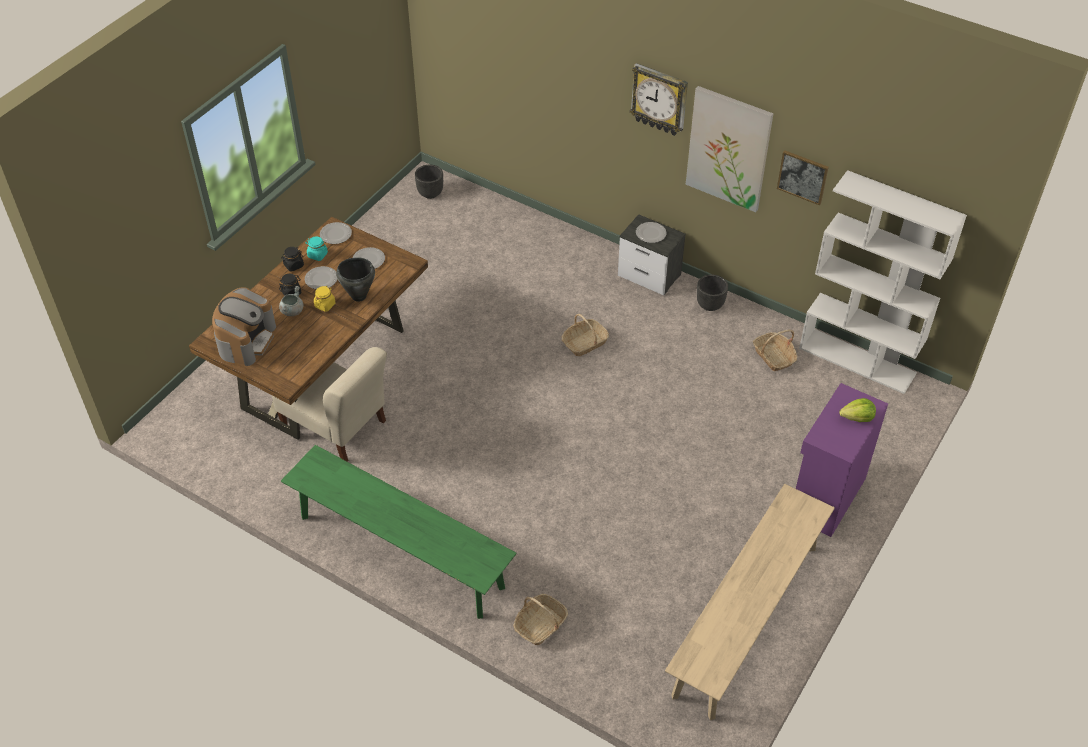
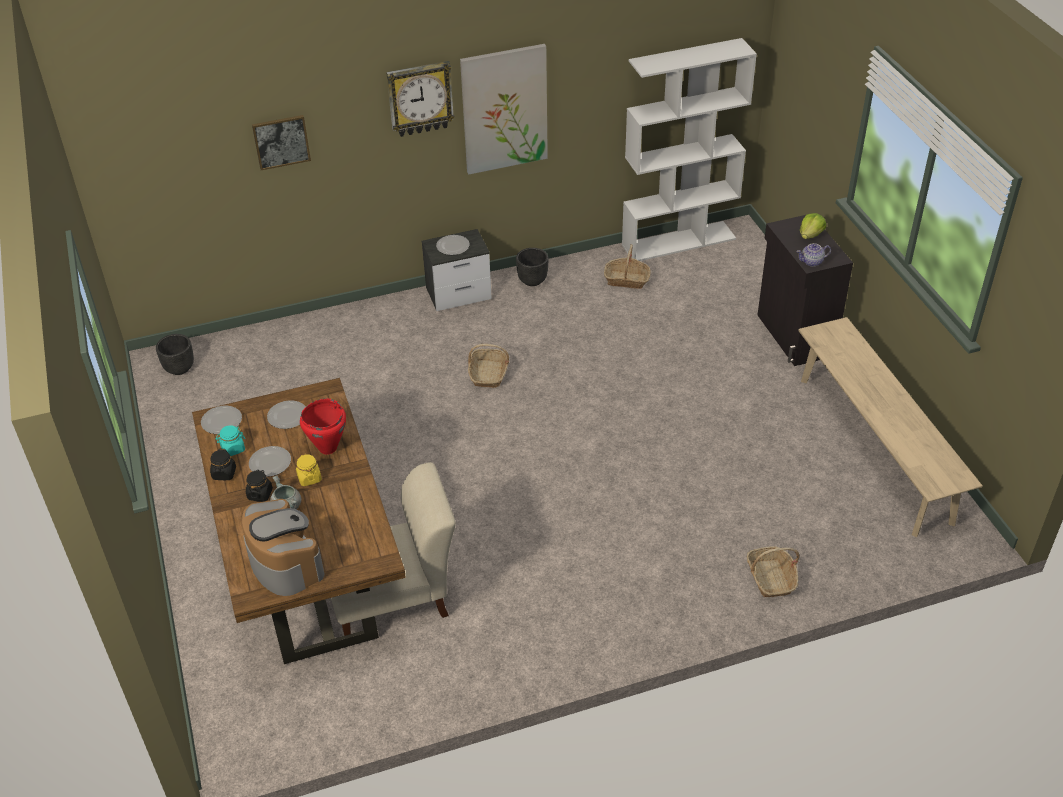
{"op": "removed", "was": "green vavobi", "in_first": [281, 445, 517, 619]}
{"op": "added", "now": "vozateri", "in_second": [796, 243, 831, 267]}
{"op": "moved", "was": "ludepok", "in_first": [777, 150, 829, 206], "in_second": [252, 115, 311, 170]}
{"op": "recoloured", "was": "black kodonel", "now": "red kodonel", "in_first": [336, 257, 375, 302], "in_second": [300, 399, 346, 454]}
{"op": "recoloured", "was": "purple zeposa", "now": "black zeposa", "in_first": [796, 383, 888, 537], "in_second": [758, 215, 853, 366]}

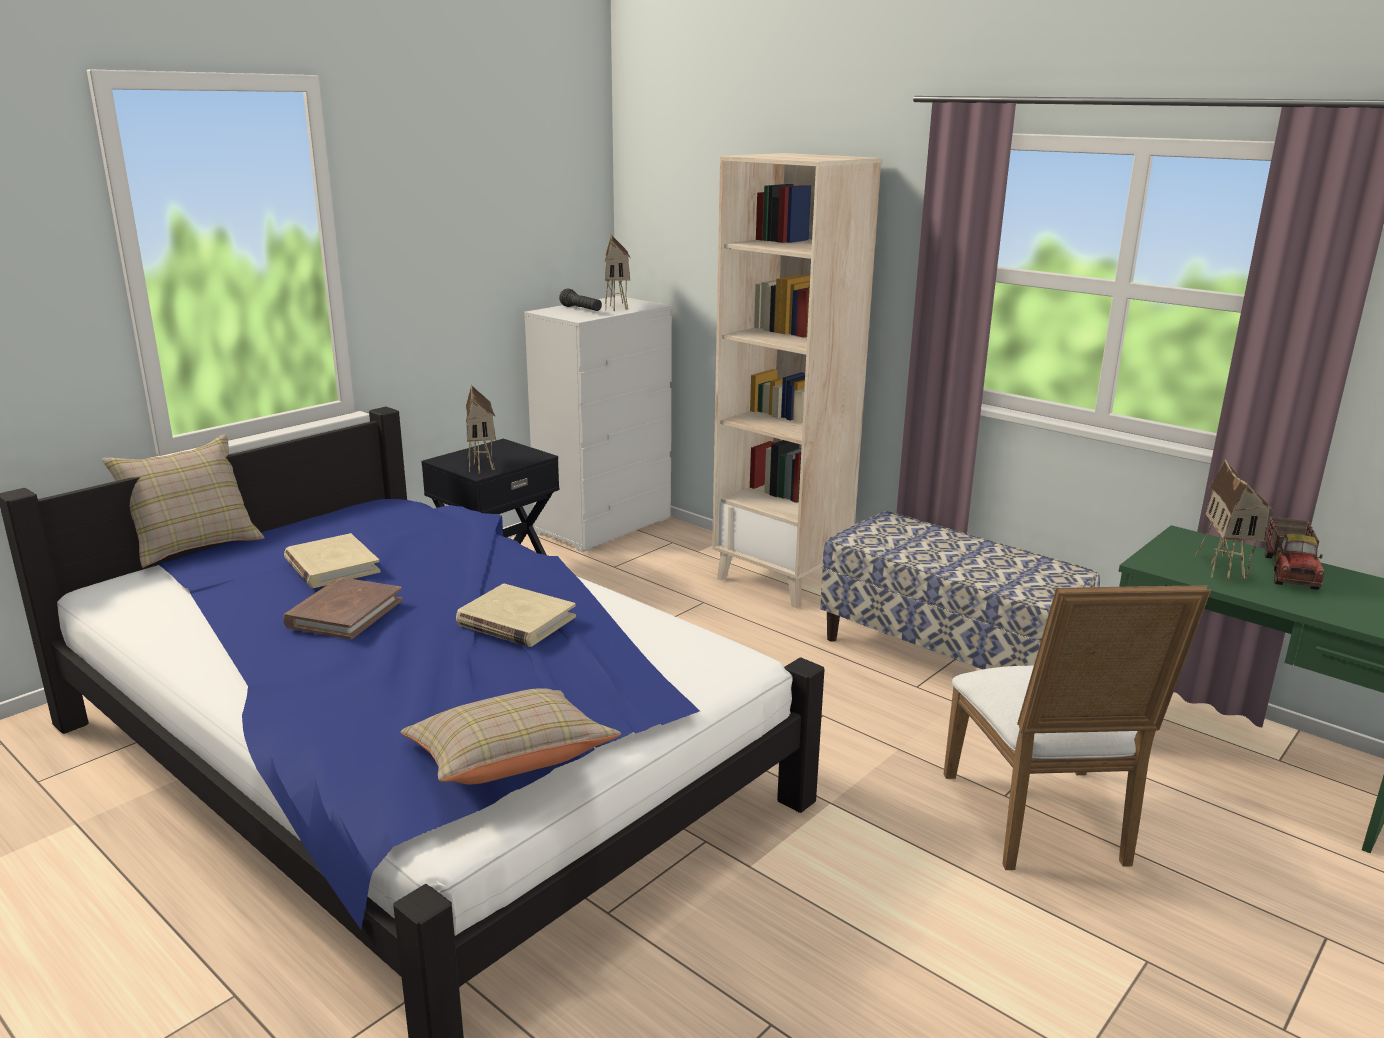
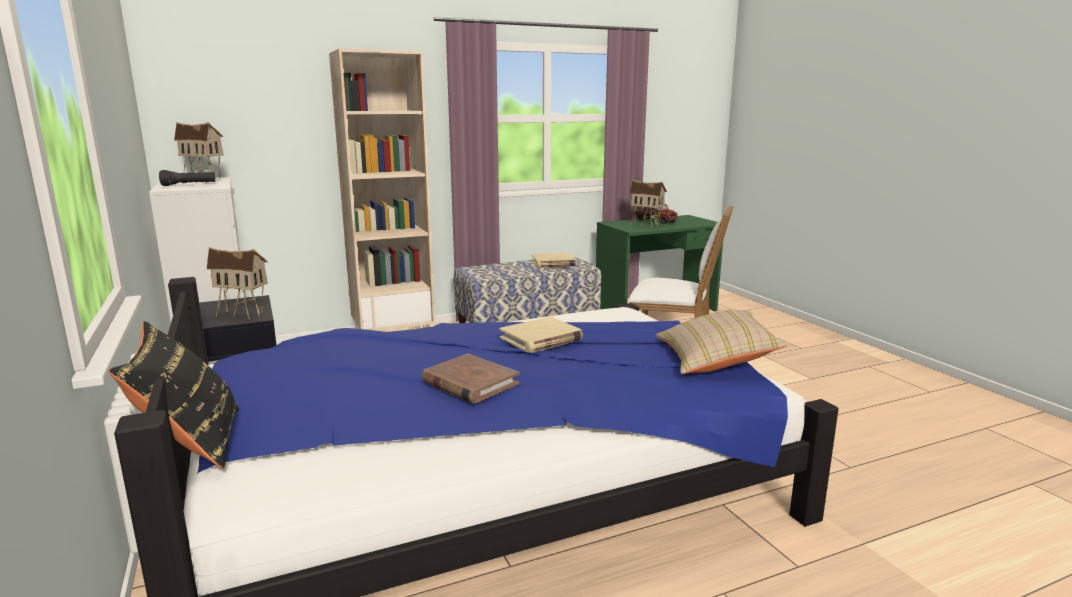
{"op": "moved", "was": "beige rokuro", "in_first": [284, 533, 380, 588], "in_second": [531, 253, 577, 268]}
{"op": "recoloured", "was": "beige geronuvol", "now": "black geronuvol", "in_first": [102, 434, 264, 568], "in_second": [108, 321, 239, 468]}

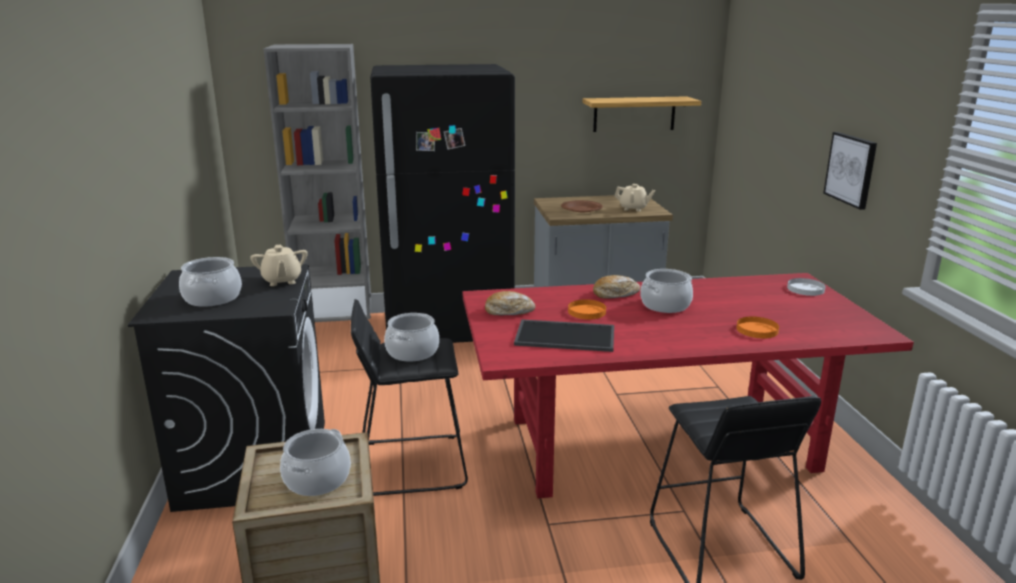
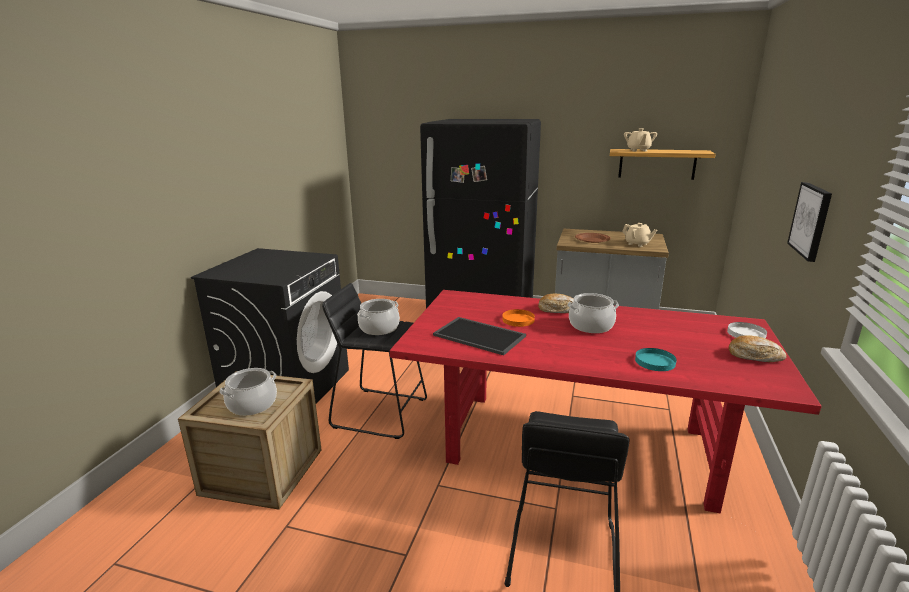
{"op": "removed", "was": "kodonel", "in_first": [179, 257, 242, 307]}
{"op": "removed", "was": "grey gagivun", "in_first": [264, 44, 371, 322]}
{"op": "moved", "was": "beige vozateri", "in_first": [250, 245, 308, 286], "in_second": [624, 128, 657, 151]}
{"op": "moved", "was": "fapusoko", "in_first": [485, 291, 536, 315], "in_second": [729, 335, 787, 362]}
{"op": "recoloured", "was": "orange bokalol", "now": "turquoise bokalol", "in_first": [736, 316, 779, 339], "in_second": [635, 348, 677, 371]}

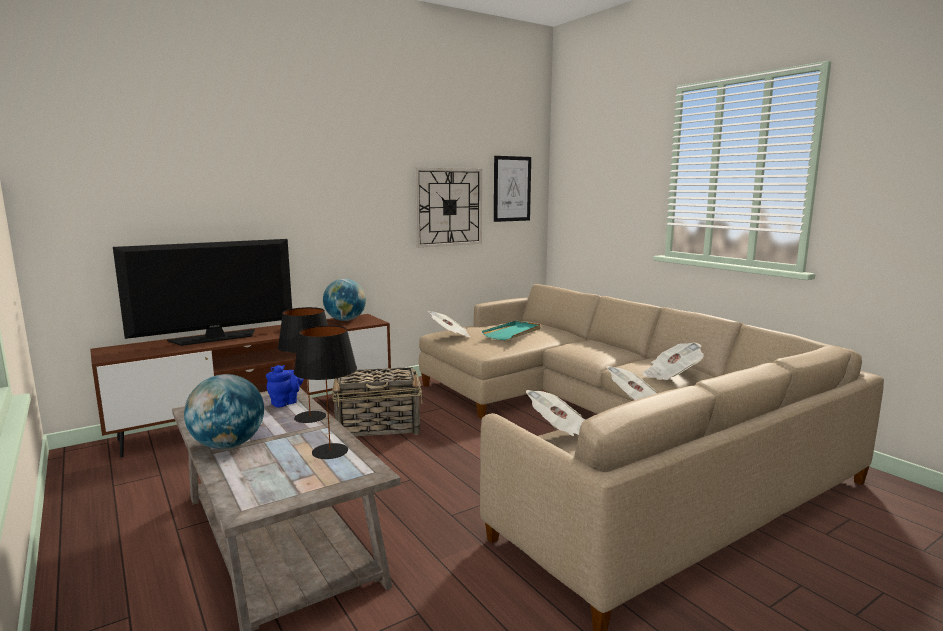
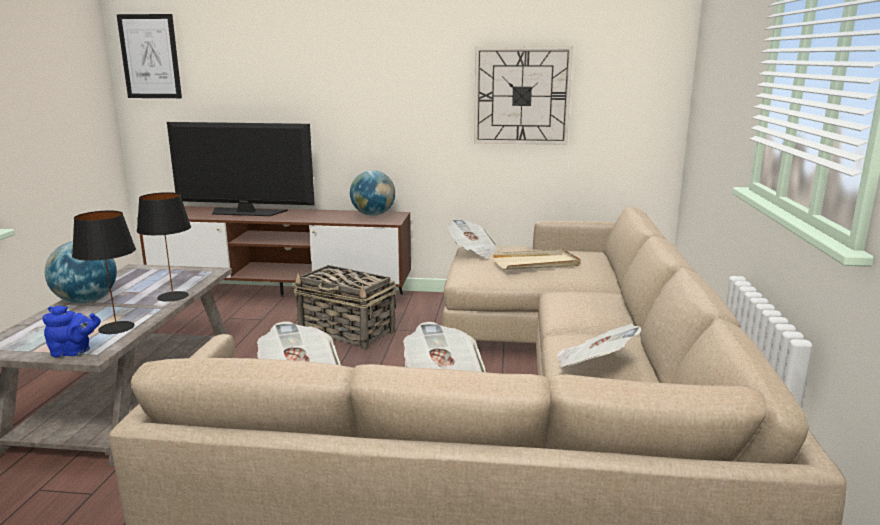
{"op": "moved", "was": "blue vozateri", "in_first": [266, 365, 303, 408], "in_second": [43, 305, 101, 357]}
{"op": "moved", "was": "ludepok", "in_first": [494, 156, 531, 222], "in_second": [116, 14, 182, 98]}
{"op": "recoloured", "was": "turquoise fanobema", "now": "beige fanobema", "in_first": [482, 321, 541, 340], "in_second": [492, 249, 581, 270]}

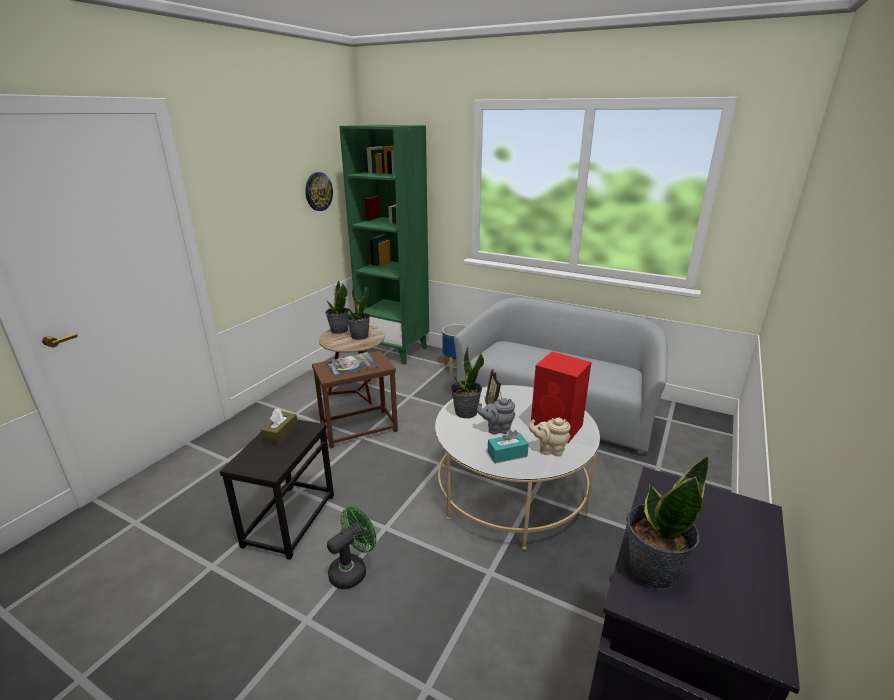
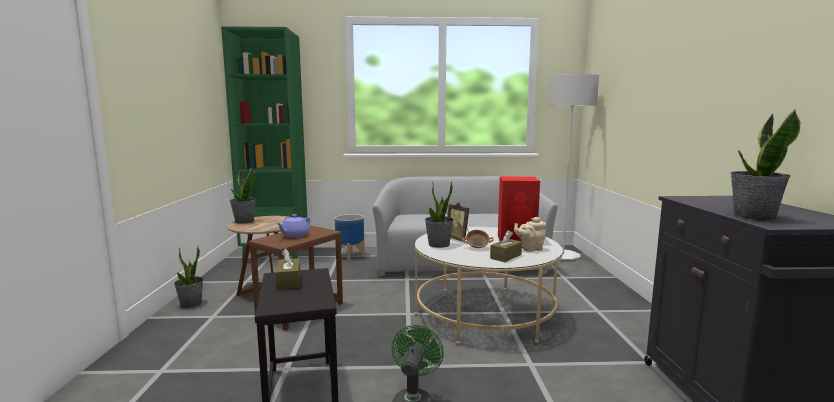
{"op": "removed", "was": "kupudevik", "in_first": [305, 172, 333, 211]}
{"op": "added", "now": "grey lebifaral", "in_second": [548, 74, 599, 260]}
{"op": "moved", "was": "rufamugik", "in_first": [346, 285, 370, 340], "in_second": [174, 246, 203, 308]}
{"op": "replaced", "was": "rokuro", "now": "purple vozateri", "in_first": [326, 352, 378, 377], "in_second": [276, 214, 311, 237]}
{"op": "replaced", "was": "grey vozateri", "now": "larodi", "in_first": [477, 398, 515, 434], "in_second": [462, 230, 493, 248]}
{"op": "recoloured", "was": "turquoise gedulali", "now": "brown gedulali", "in_first": [487, 429, 529, 463], "in_second": [490, 230, 522, 262]}

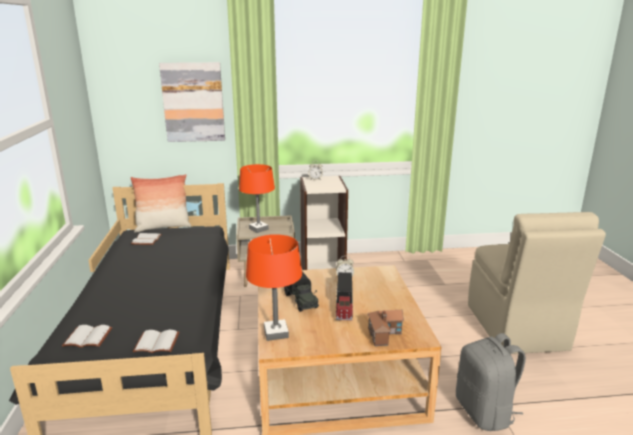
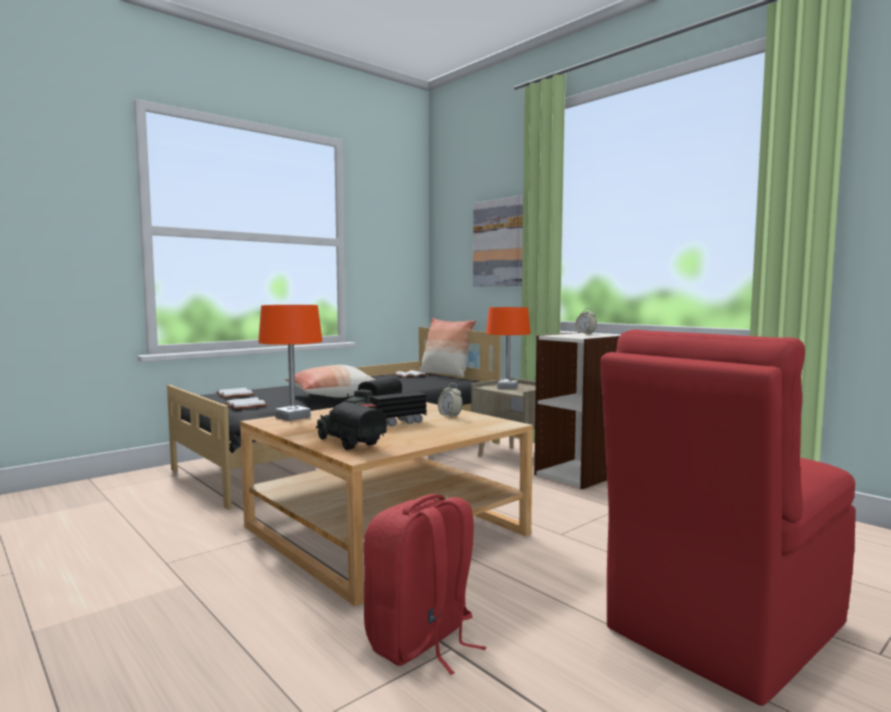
{"op": "added", "now": "geronuvol", "in_second": [285, 365, 375, 398]}
{"op": "replaced", "was": "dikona", "now": "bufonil", "in_first": [368, 310, 404, 346], "in_second": [316, 402, 387, 450]}
{"op": "recoloured", "was": "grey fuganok", "now": "red fuganok", "in_first": [456, 333, 526, 431], "in_second": [364, 494, 486, 675]}
{"op": "recoloured", "was": "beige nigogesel", "now": "red nigogesel", "in_first": [468, 212, 606, 354], "in_second": [600, 329, 856, 706]}

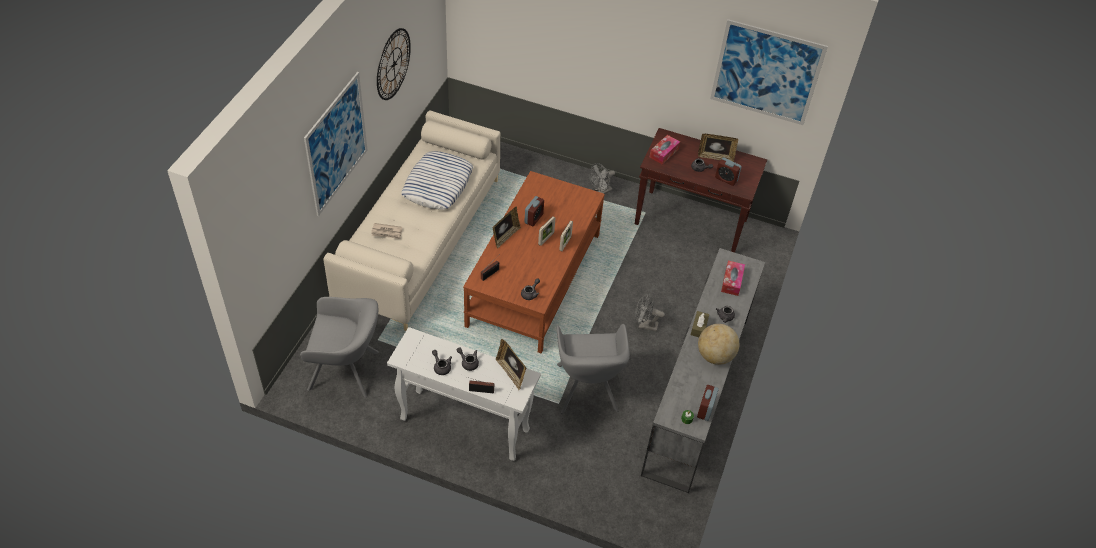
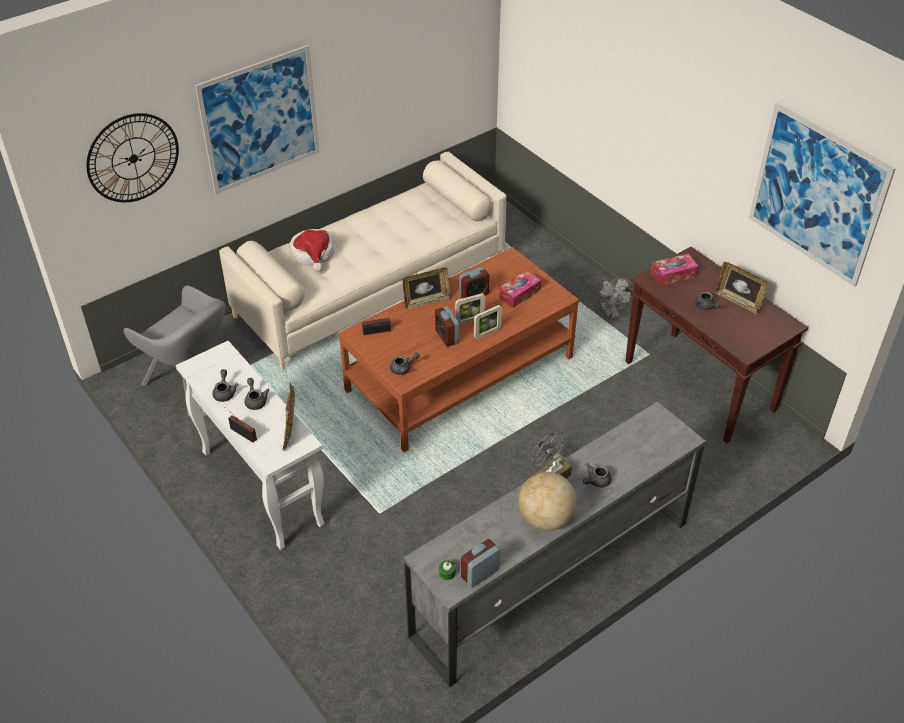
{"op": "removed", "was": "geronuvol", "in_first": [401, 151, 473, 210]}
{"op": "removed", "was": "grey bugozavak", "in_first": [557, 324, 630, 414]}
{"op": "moved", "was": "kupudevik", "in_first": [377, 28, 411, 100], "in_second": [86, 113, 179, 202]}
{"op": "moved", "was": "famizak", "in_first": [715, 158, 742, 186], "in_second": [435, 306, 459, 347]}
{"op": "moved", "was": "gedulali", "in_first": [721, 261, 745, 296], "in_second": [499, 270, 541, 308]}
{"op": "replaced", "was": "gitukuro", "now": "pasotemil", "in_first": [371, 223, 402, 239], "in_second": [290, 229, 335, 272]}
{"op": "turned", "was": "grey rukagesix", "in_first": [590, 163, 615, 194], "in_second": [599, 278, 634, 319], "clockwise": -105}

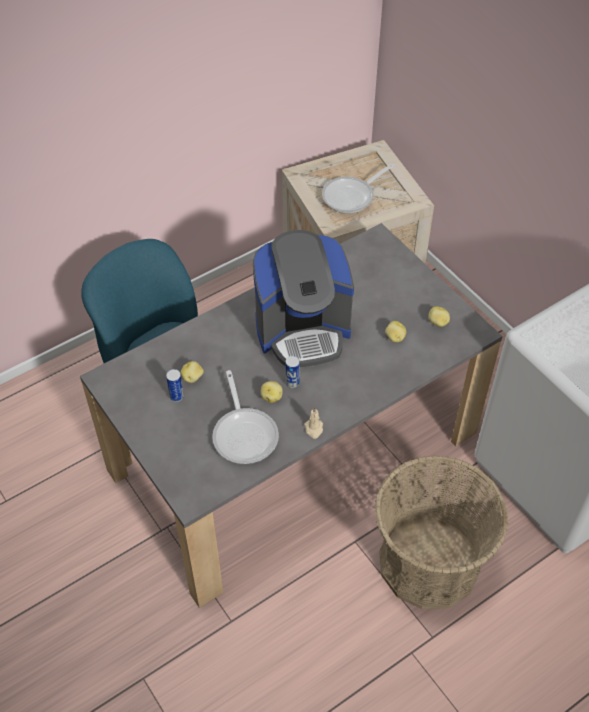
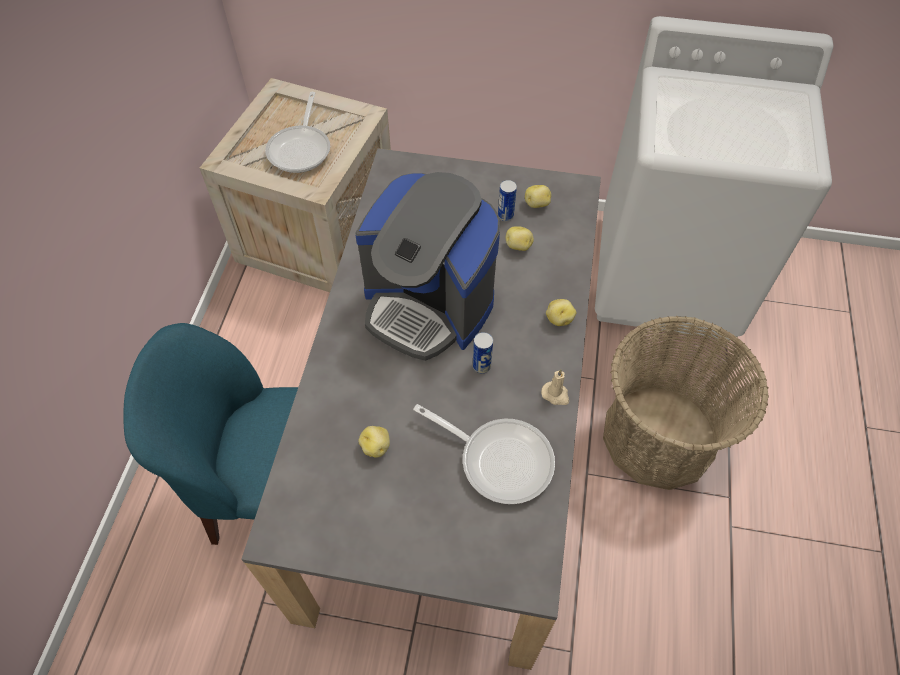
{"op": "moved", "was": "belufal", "in_first": [166, 369, 184, 402], "in_second": [498, 180, 517, 221]}
{"op": "moved", "was": "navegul", "in_first": [260, 381, 283, 403], "in_second": [546, 299, 576, 326]}
{"op": "turned", "was": "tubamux", "in_first": [253, 230, 354, 367], "in_second": [355, 172, 500, 361], "clockwise": 90}

